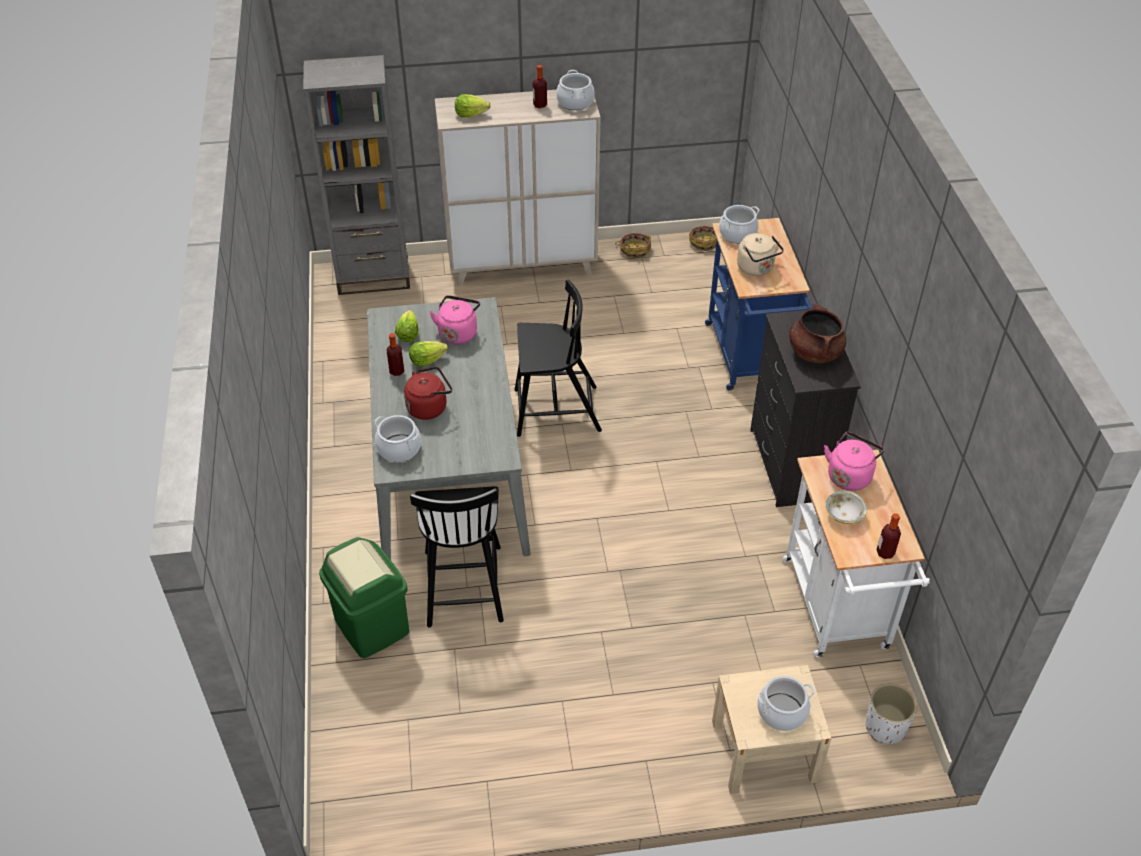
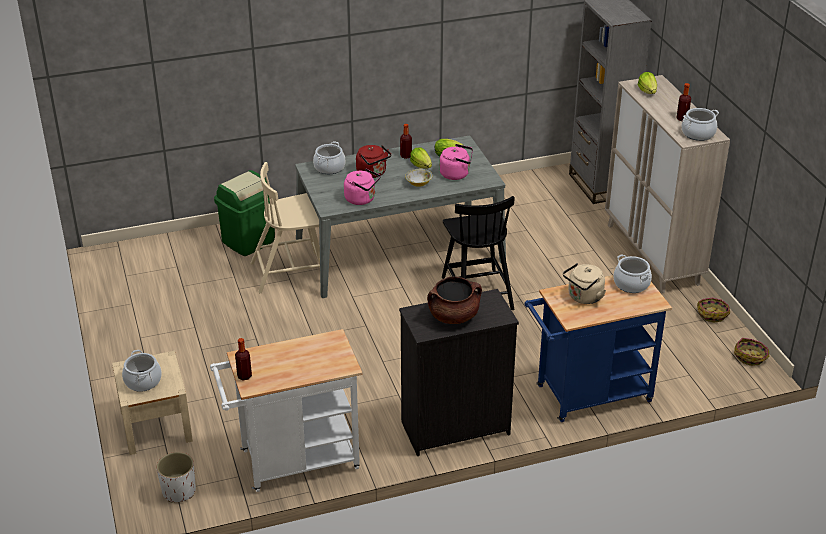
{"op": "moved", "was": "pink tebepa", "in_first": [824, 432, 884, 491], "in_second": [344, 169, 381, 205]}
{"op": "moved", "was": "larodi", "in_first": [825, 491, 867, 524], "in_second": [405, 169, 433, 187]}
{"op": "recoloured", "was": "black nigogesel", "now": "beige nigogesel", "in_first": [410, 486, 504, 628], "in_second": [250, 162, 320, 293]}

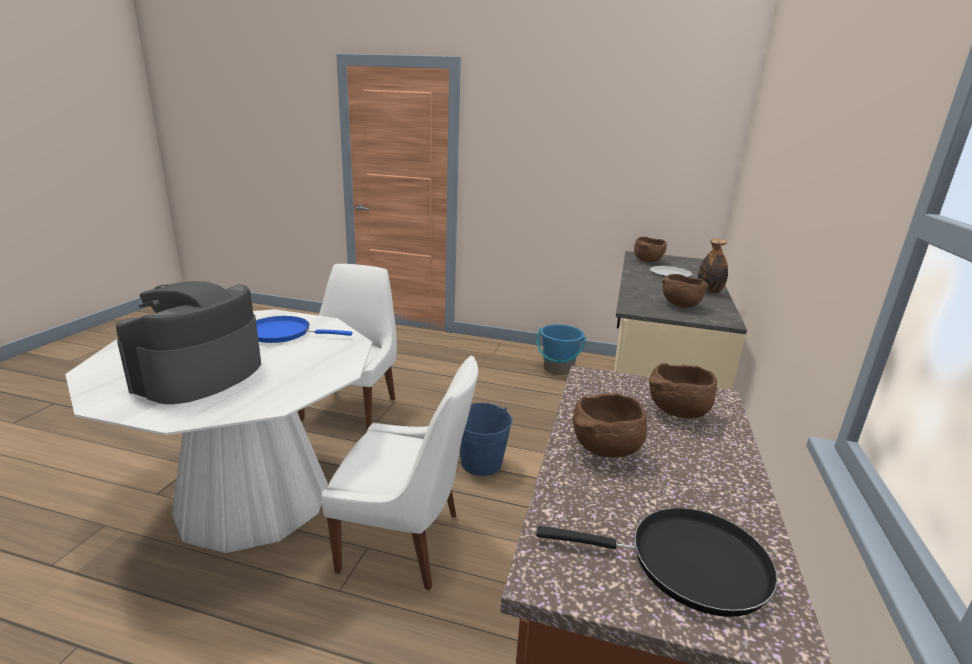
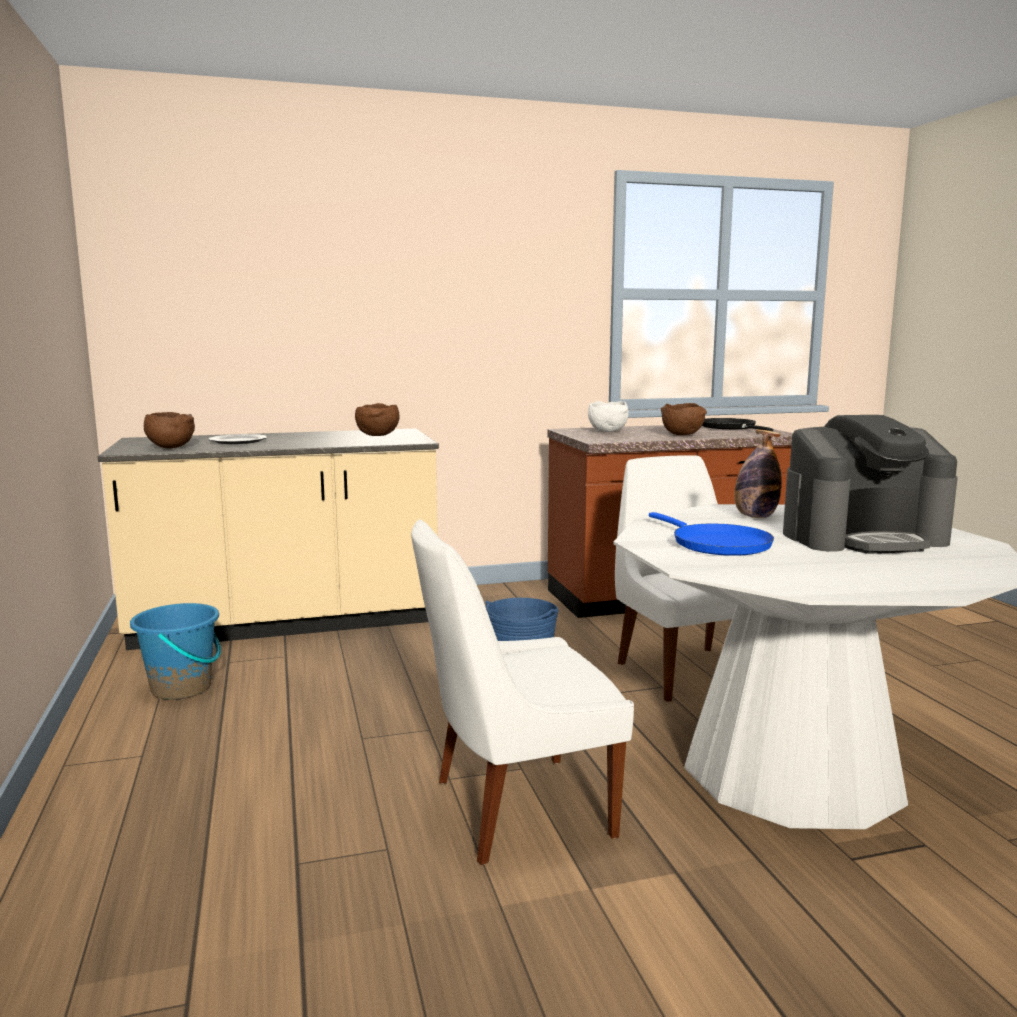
{"op": "moved", "was": "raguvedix", "in_first": [698, 238, 728, 293], "in_second": [734, 429, 782, 518]}
{"op": "recoloured", "was": "brown larodi", "now": "white larodi", "in_first": [649, 363, 717, 419], "in_second": [588, 401, 629, 432]}

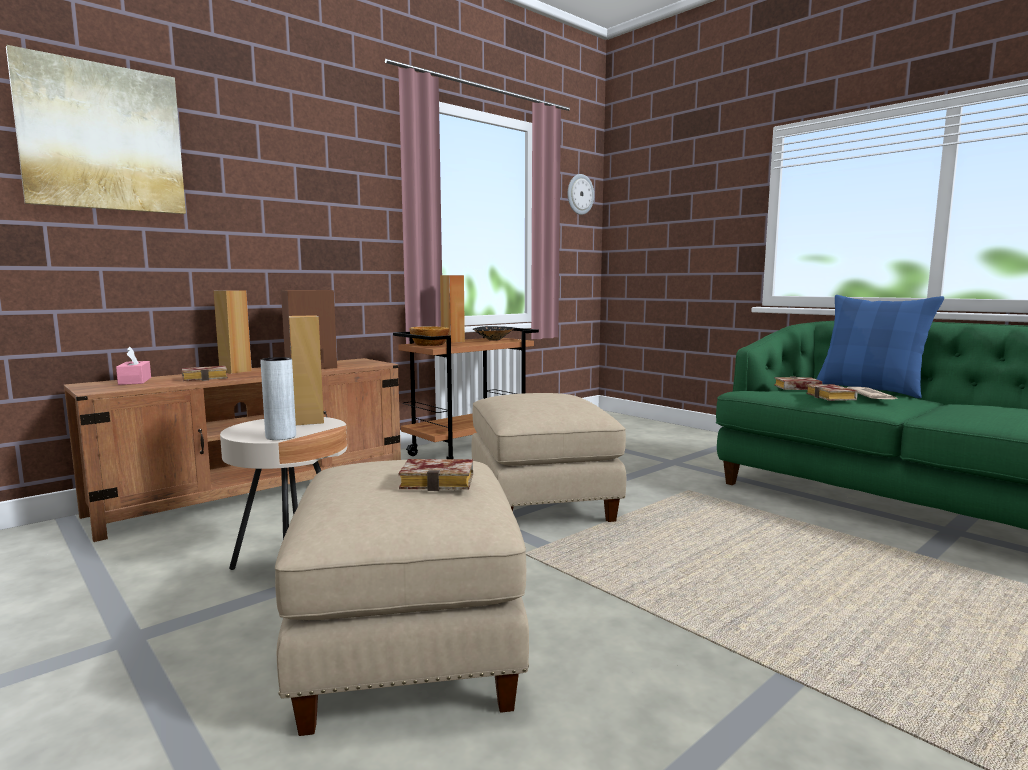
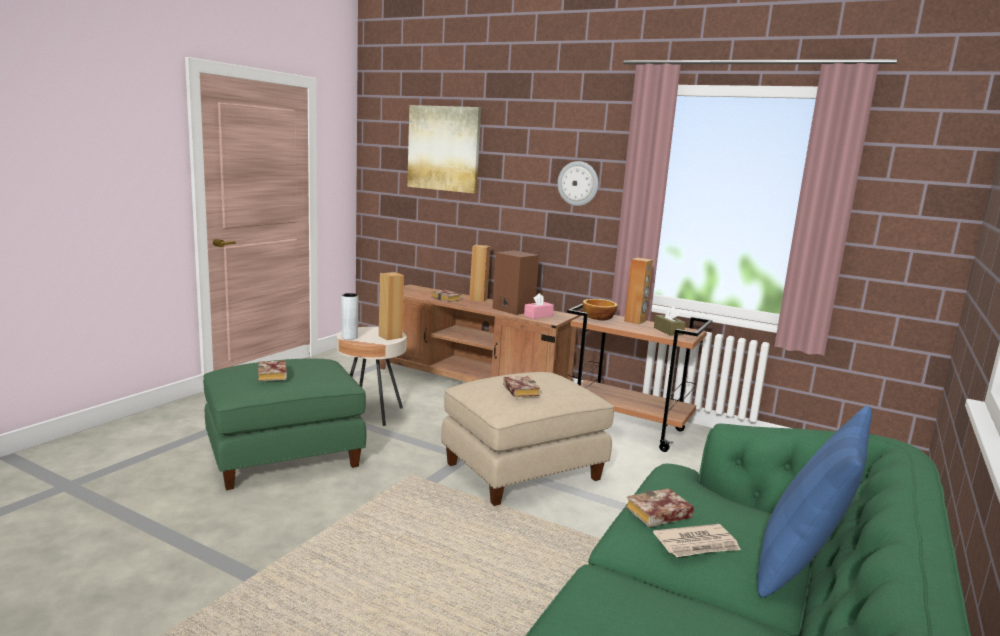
{"op": "moved", "was": "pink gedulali", "in_first": [116, 347, 151, 385], "in_second": [524, 293, 554, 319]}
{"op": "moved", "was": "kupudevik", "in_first": [568, 174, 594, 215], "in_second": [557, 161, 598, 206]}
{"op": "moved", "was": "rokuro", "in_first": [774, 377, 822, 390], "in_second": [503, 376, 540, 397]}
{"op": "replaced", "was": "black larodi", "now": "brown gedulali", "in_first": [473, 326, 515, 341], "in_second": [654, 306, 686, 336]}
{"op": "recoloured", "was": "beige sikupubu", "now": "green sikupubu", "in_first": [275, 460, 529, 736], "in_second": [203, 358, 366, 490]}

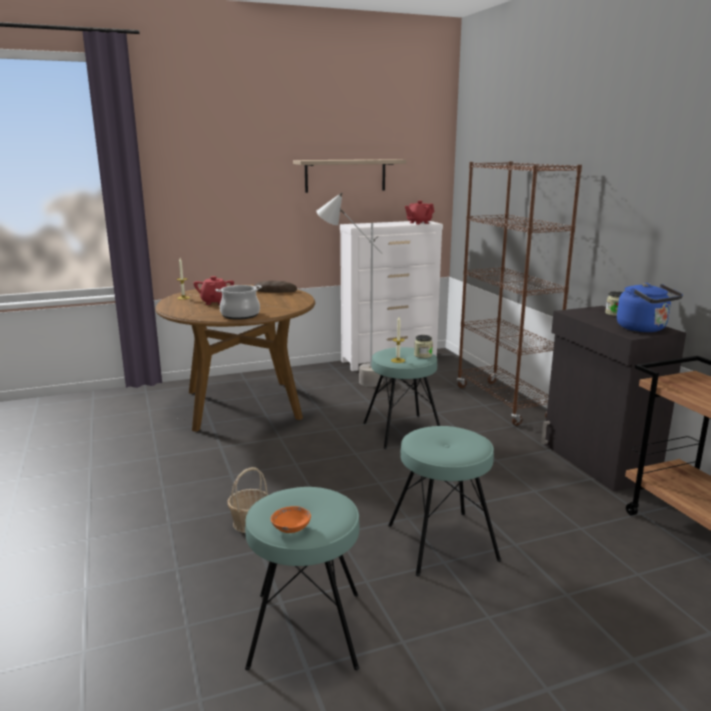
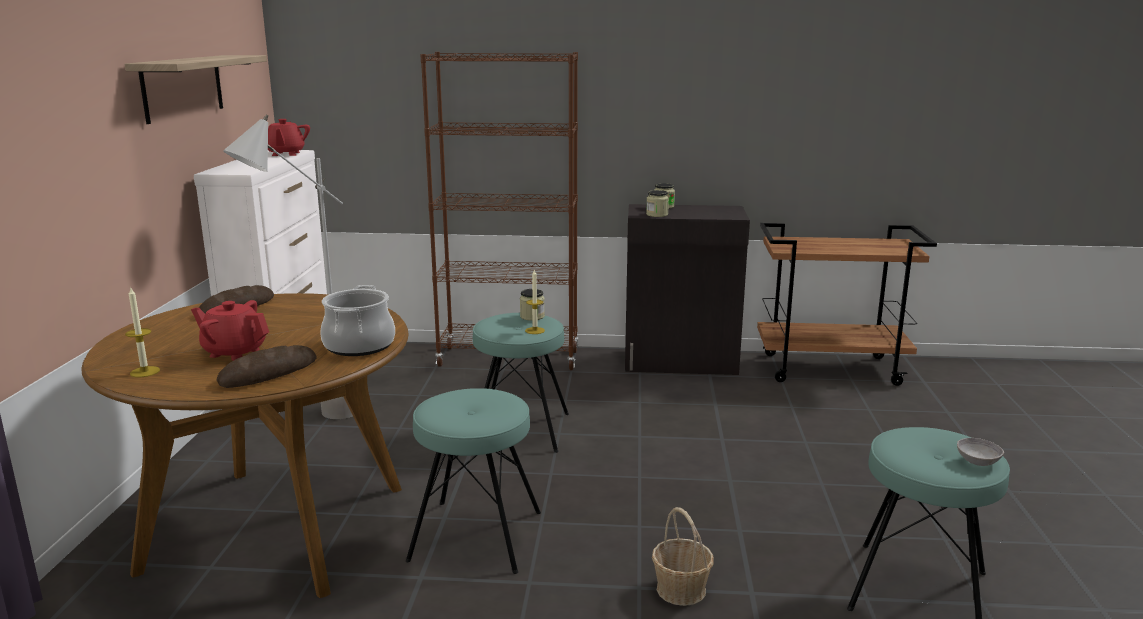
{"op": "removed", "was": "blue tebepa", "in_first": [617, 283, 683, 332]}
{"op": "added", "now": "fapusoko", "in_second": [217, 345, 317, 388]}
{"op": "added", "now": "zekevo", "in_second": [646, 190, 669, 217]}
{"op": "moved", "was": "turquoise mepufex", "in_first": [388, 426, 501, 577], "in_second": [406, 388, 541, 574]}
{"op": "recoloured", "was": "orange larodi", "now": "grey larodi", "in_first": [271, 506, 311, 533], "in_second": [957, 438, 1004, 466]}

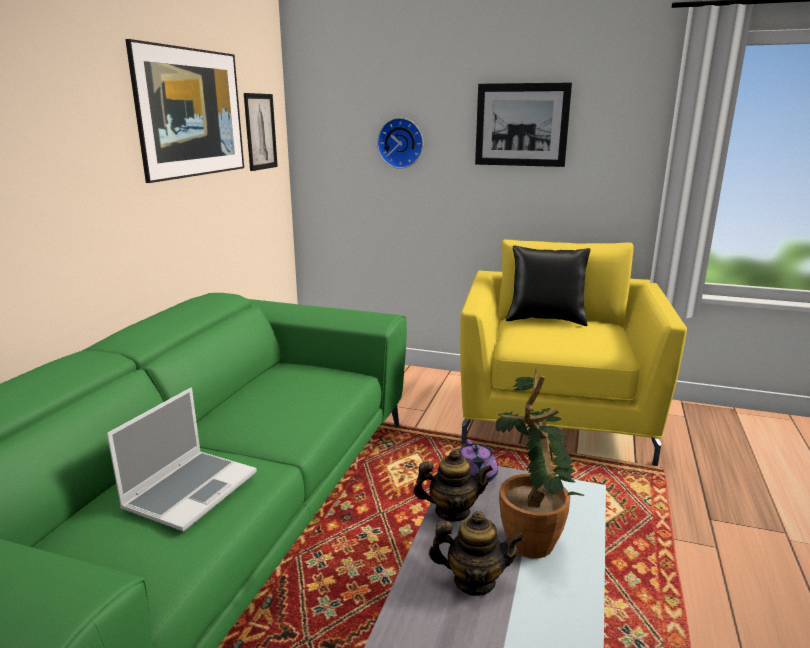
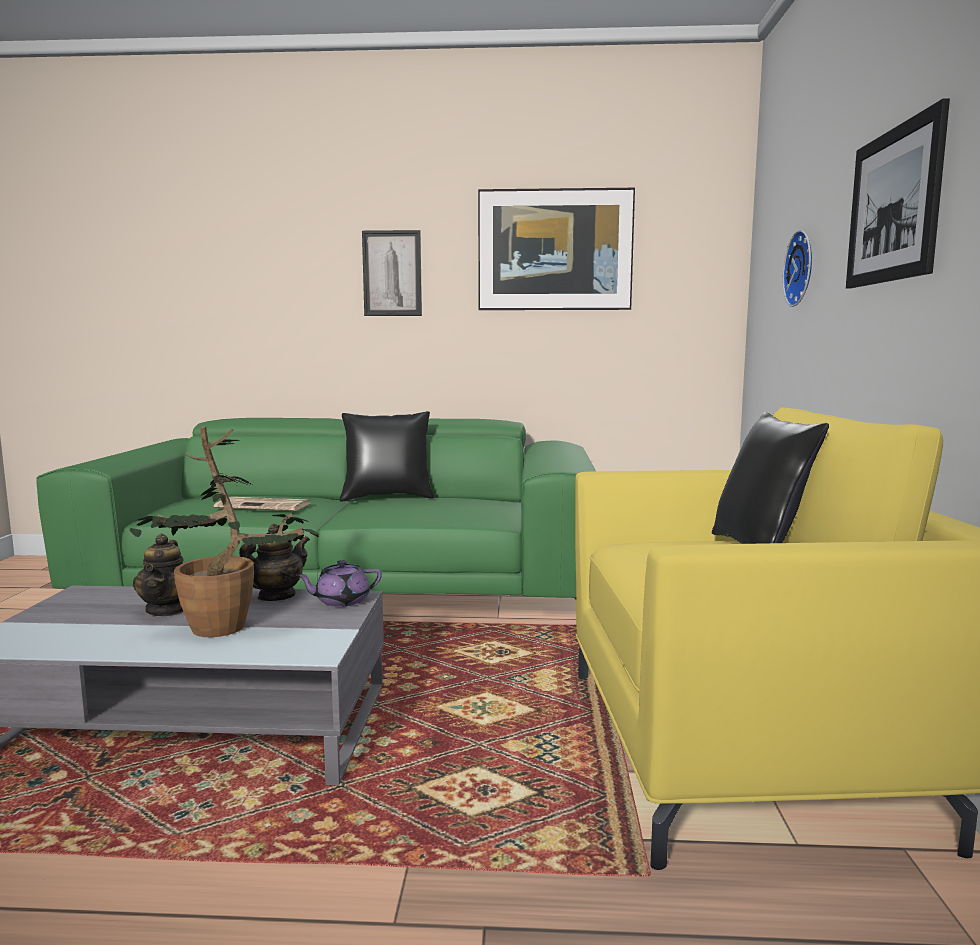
{"op": "added", "now": "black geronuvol", "in_second": [340, 411, 434, 501]}
{"op": "moved", "was": "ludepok", "in_first": [244, 93, 278, 171], "in_second": [362, 230, 422, 316]}
{"op": "replaced", "was": "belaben", "now": "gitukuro", "in_first": [107, 388, 257, 531], "in_second": [214, 497, 310, 511]}
{"op": "turned", "was": "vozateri", "in_first": [413, 449, 493, 522], "in_second": [239, 524, 310, 601], "clockwise": -120}

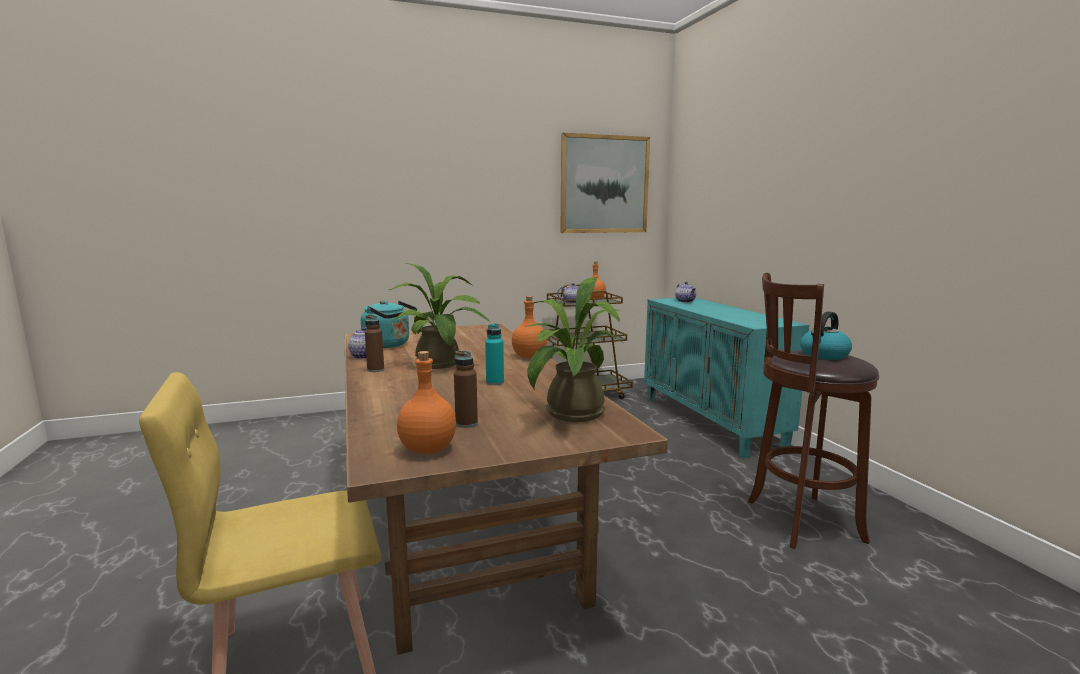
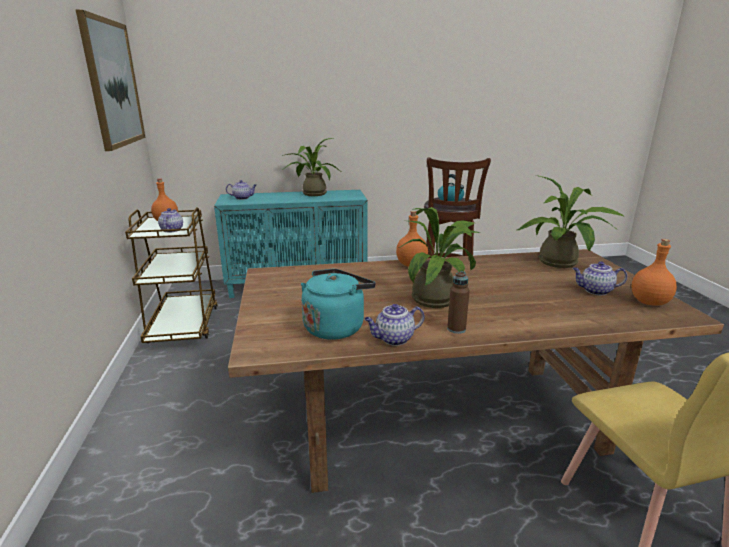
{"op": "removed", "was": "turquoise raguvedix", "in_first": [485, 323, 504, 385]}
{"op": "added", "now": "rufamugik", "in_second": [282, 138, 341, 196]}
{"op": "replaced", "was": "brown raguvedix", "now": "vozateri", "in_first": [454, 351, 478, 428], "in_second": [572, 262, 627, 295]}

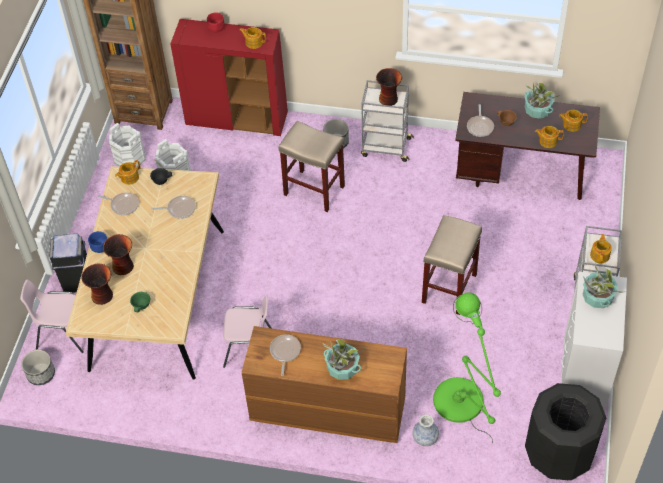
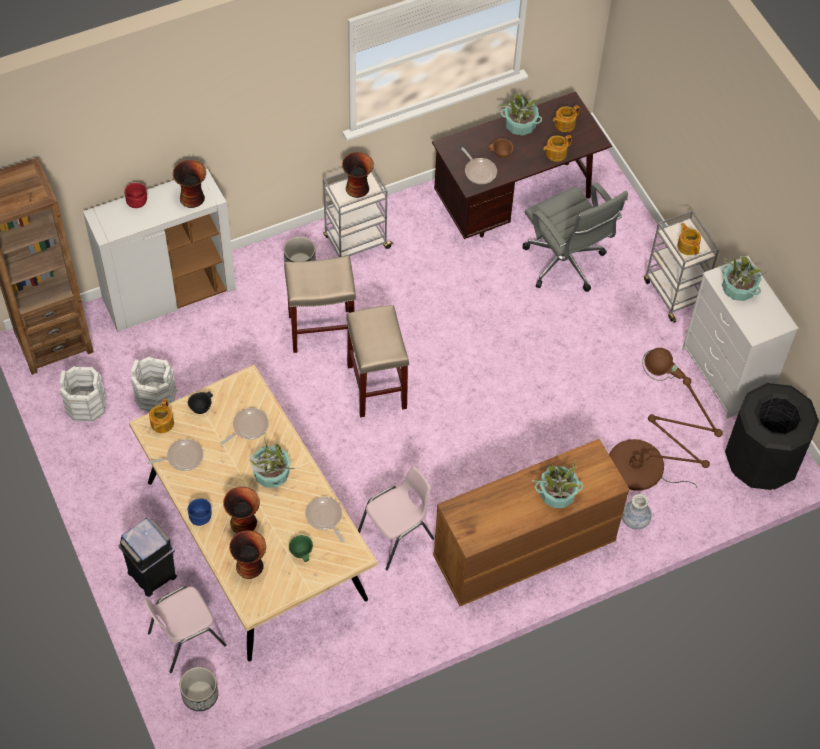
{"op": "added", "now": "rufamugik", "in_second": [248, 438, 296, 488]}
{"op": "added", "now": "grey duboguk", "in_second": [523, 183, 628, 292]}
{"op": "moved", "was": "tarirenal", "in_first": [270, 334, 301, 376], "in_second": [305, 497, 344, 543]}
{"op": "moved", "was": "beige mepufex", "in_first": [422, 215, 482, 315], "in_second": [346, 305, 409, 417]}
{"op": "replaced", "was": "vozateri", "now": "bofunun", "in_first": [240, 27, 266, 49], "in_second": [173, 160, 206, 208]}
{"op": "recoloured", "was": "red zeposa", "now": "white zeposa", "in_first": [170, 19, 288, 136], "in_second": [83, 169, 236, 332]}
{"op": "recoloured", "was": "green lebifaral", "now": "brown lebifaral", "in_first": [433, 292, 501, 443], "in_second": [609, 348, 723, 490]}

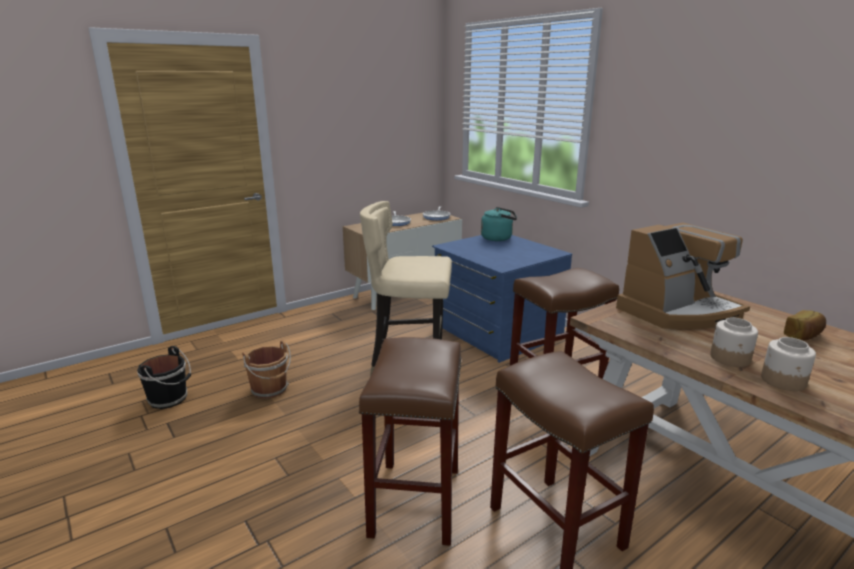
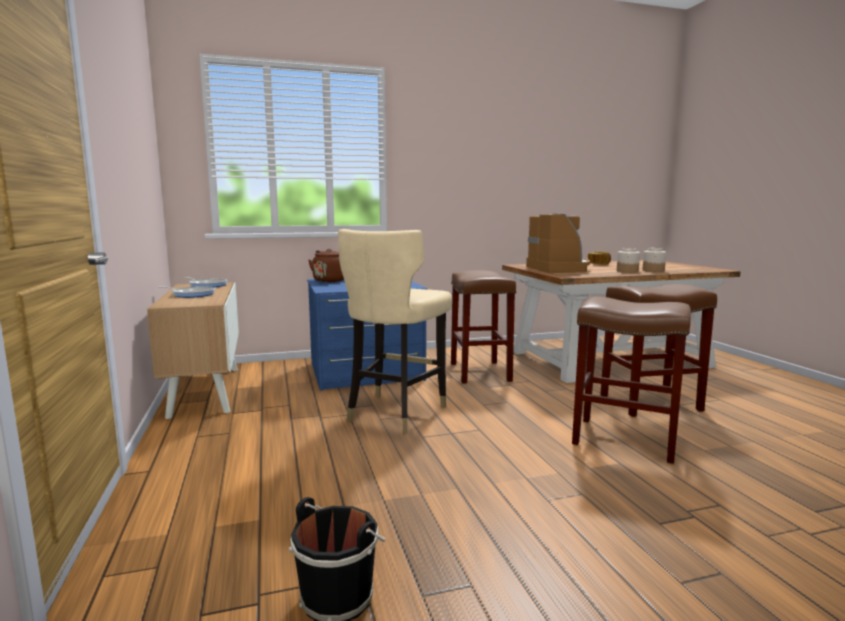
{"op": "removed", "was": "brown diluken", "in_first": [242, 340, 291, 398]}
{"op": "recoloured", "was": "turquoise tebepa", "now": "brown tebepa", "in_first": [481, 207, 517, 241], "in_second": [308, 249, 344, 282]}

